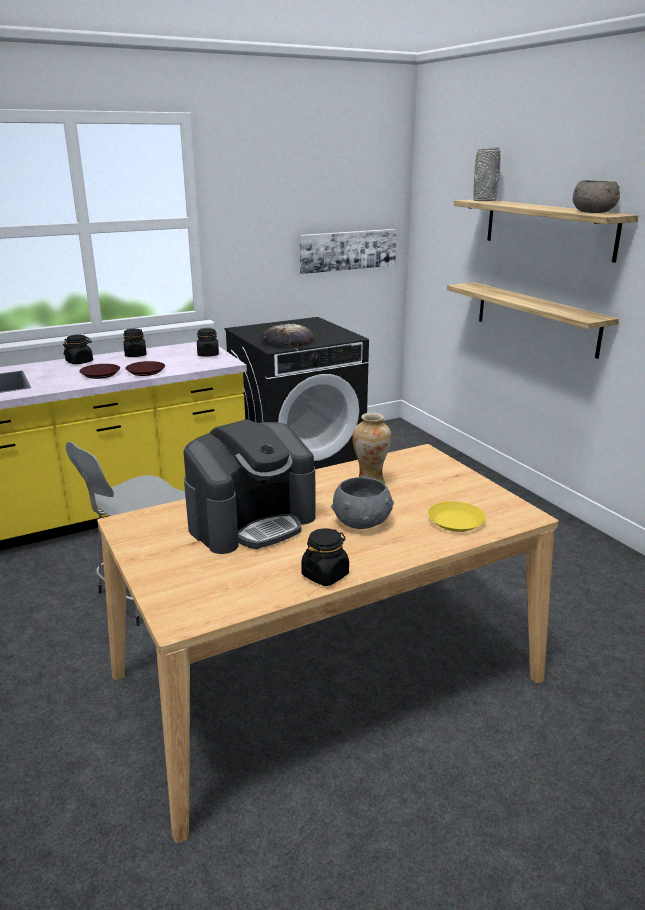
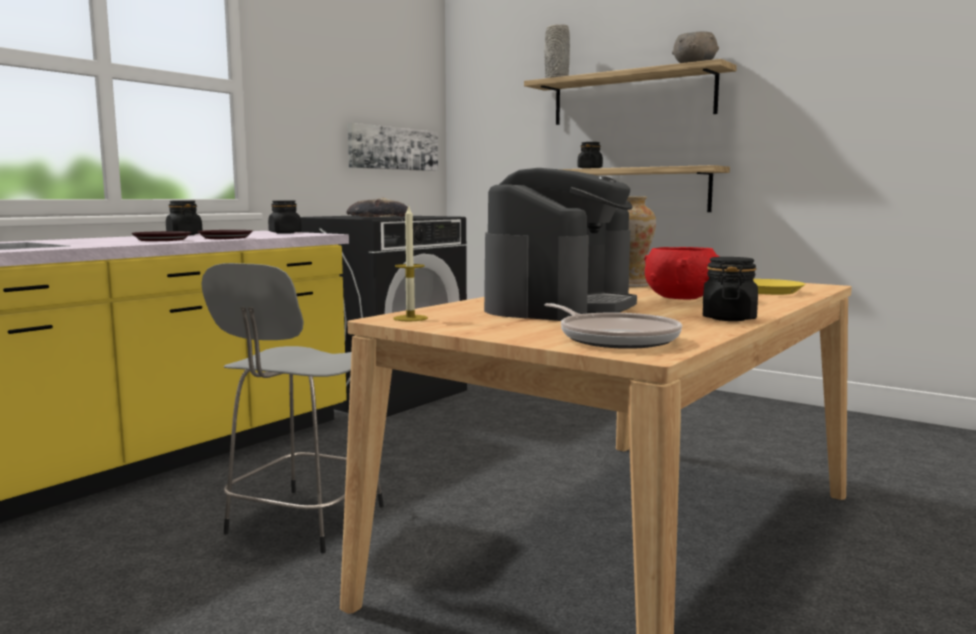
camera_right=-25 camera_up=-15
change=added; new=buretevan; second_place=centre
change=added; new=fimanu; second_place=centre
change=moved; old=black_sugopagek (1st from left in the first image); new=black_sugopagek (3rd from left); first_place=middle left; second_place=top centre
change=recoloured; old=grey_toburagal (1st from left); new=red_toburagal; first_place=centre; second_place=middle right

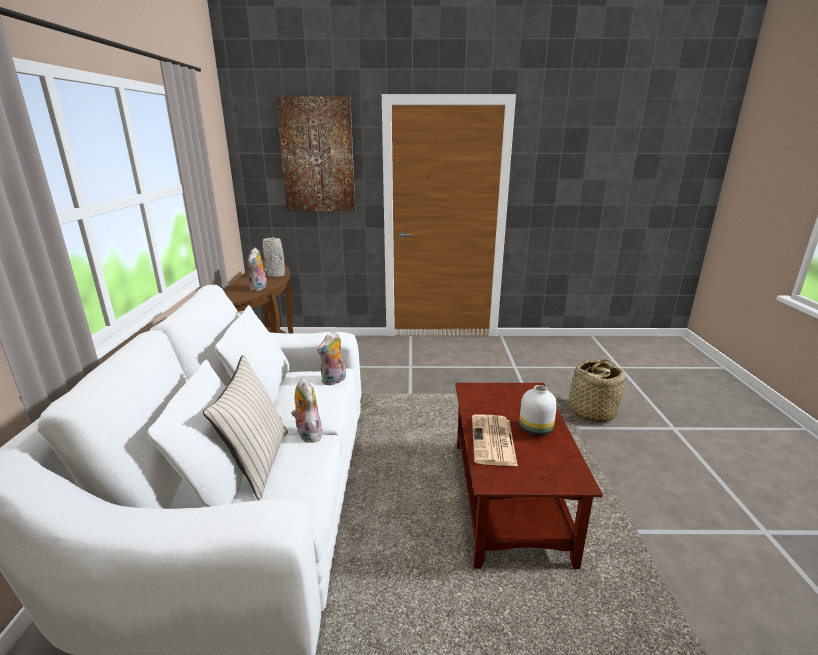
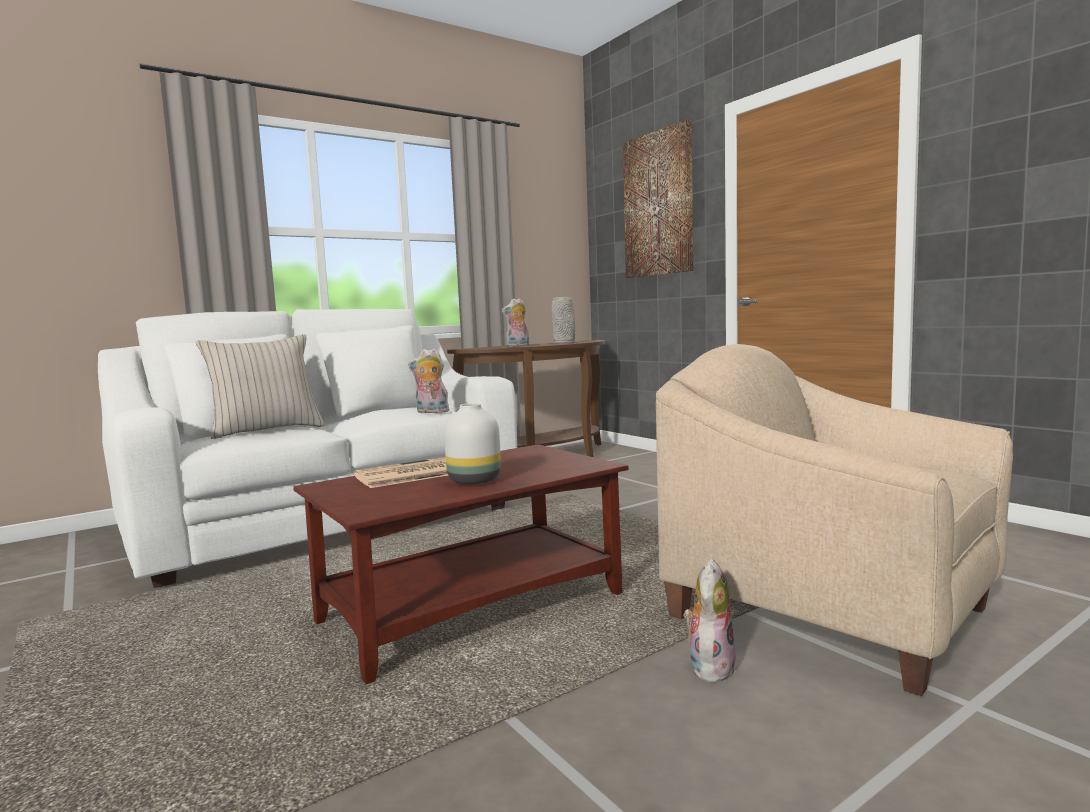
camera_right=55 camera_up=-15
change=replaced; old=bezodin; new=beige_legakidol; first_place=middle right; second_place=middle right
change=moved; old=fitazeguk (2nd from left in the first image); new=fitazeguk (3rd from left); first_place=centre; second_place=bottom centre

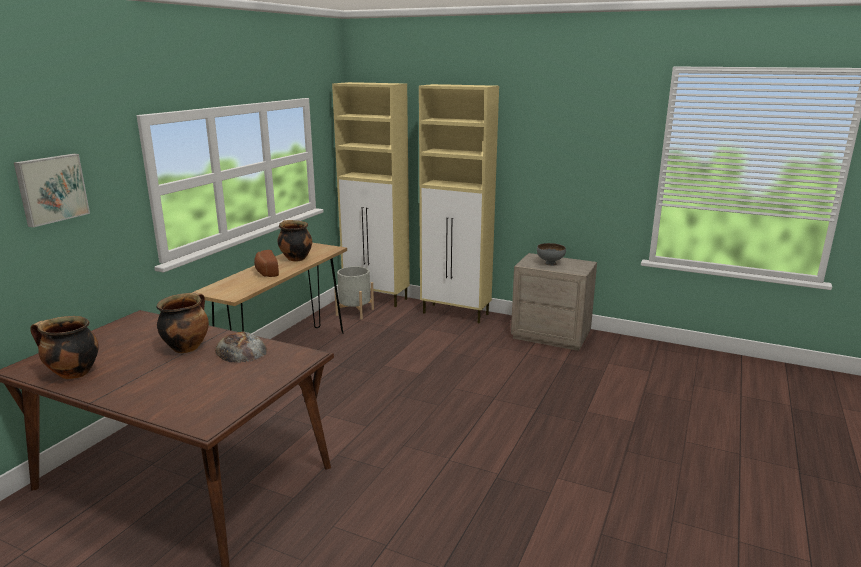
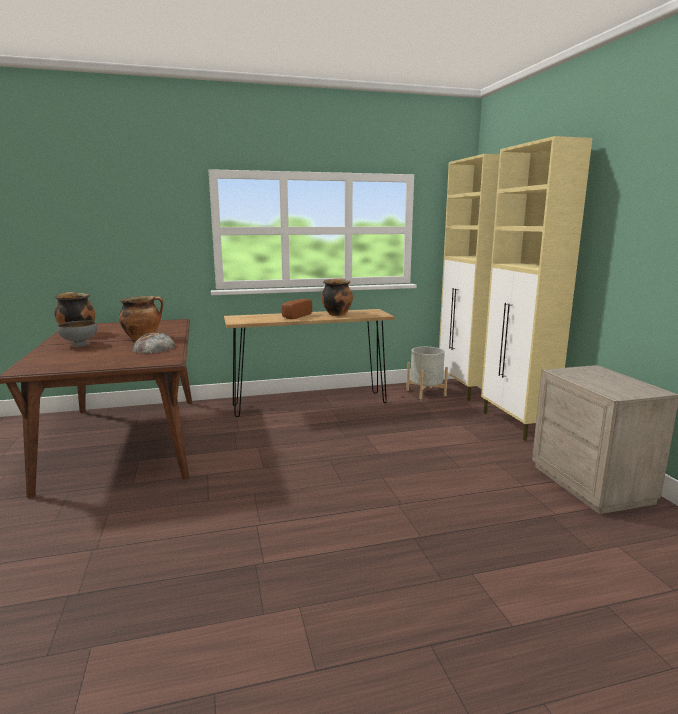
camera_right=50 camera_up=-5
change=moved; old=grey_toburagal; first_place=centre; second_place=middle left
change=removed; old=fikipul; first_place=middle left

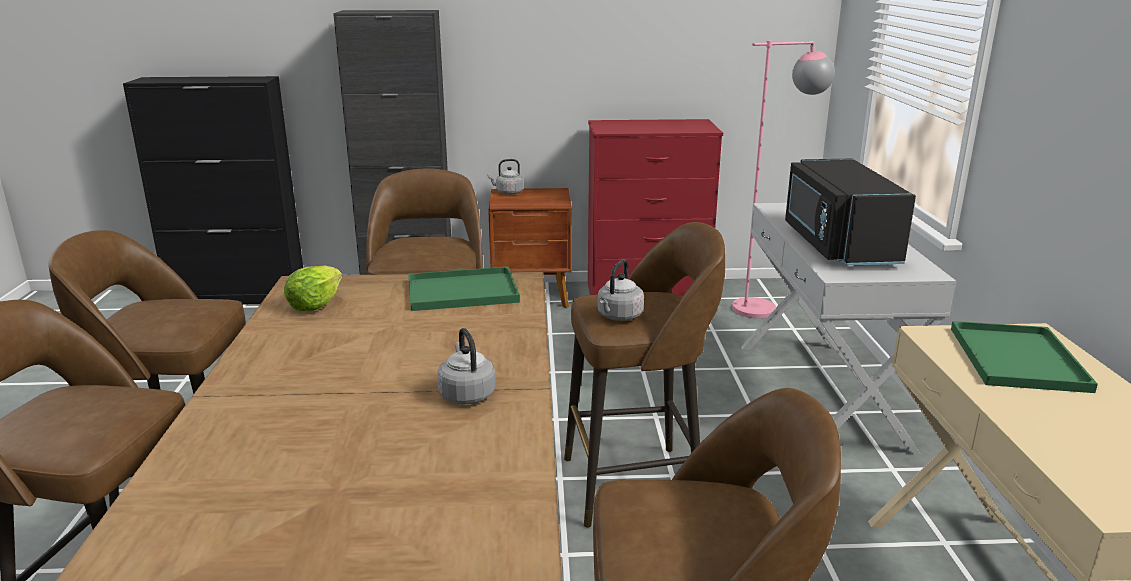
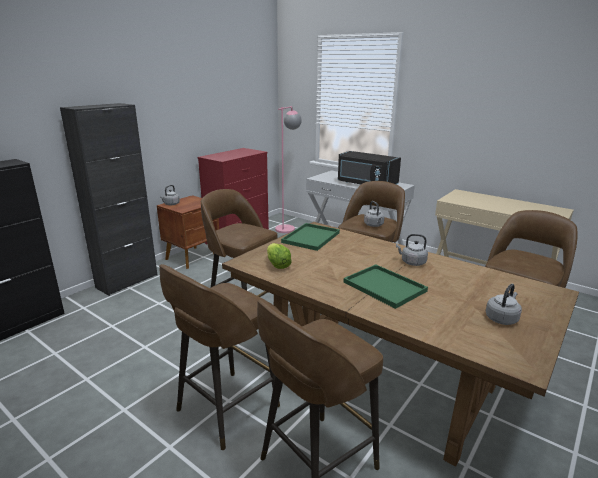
camera_right=-50 camera_up=0
change=moved; old=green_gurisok (2nd from left); first_place=middle right; second_place=centre
change=added; new=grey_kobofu (4th from left); second_place=middle right

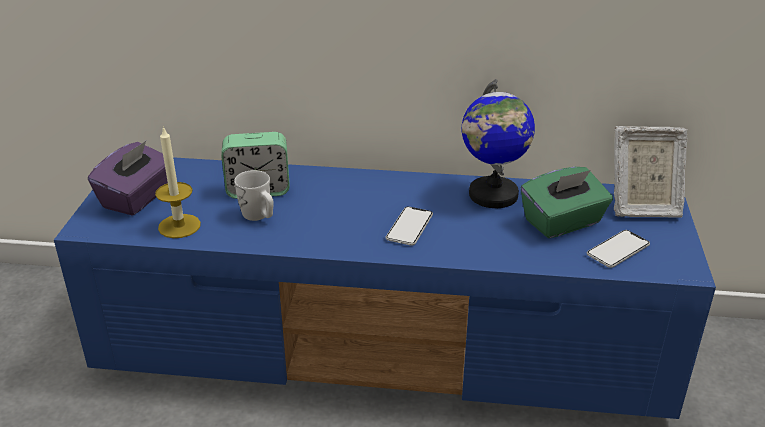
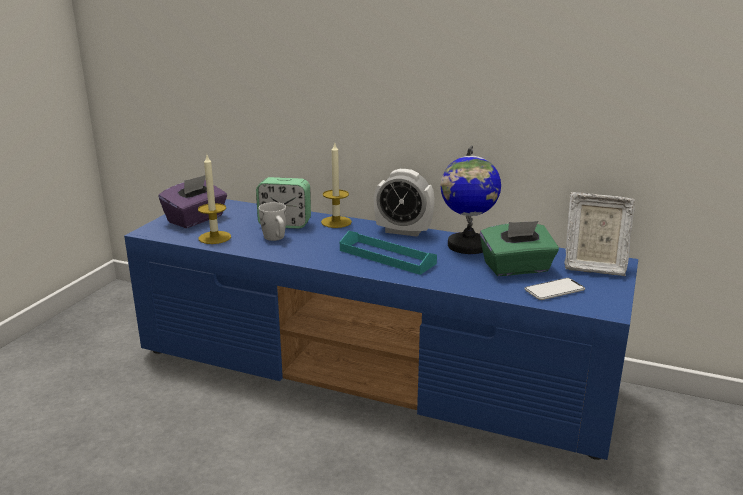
camera_right=15 camera_up=-10
change=added; new=buretevan (2nd from left); second_place=centre
change=replaced; old=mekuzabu (1st from left); new=turquoise_gurisok; first_place=centre; second_place=centre
change=added; new=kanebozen (2nd from left); second_place=centre

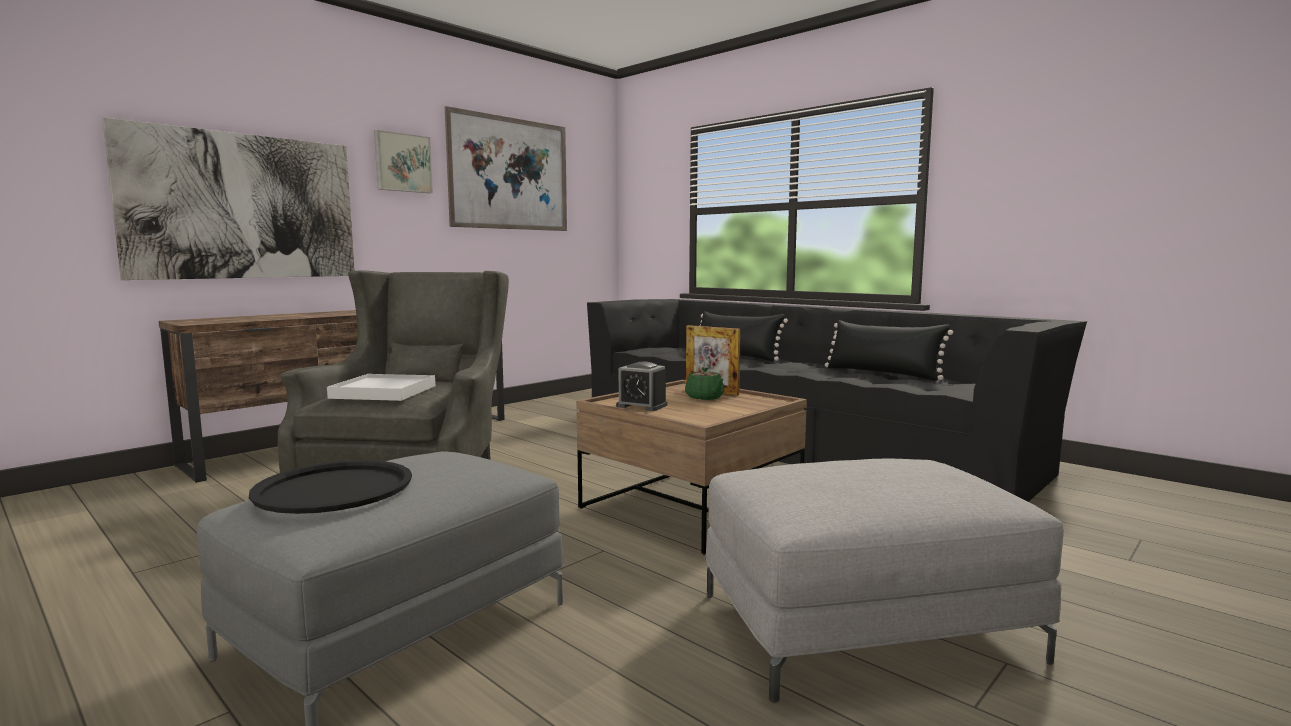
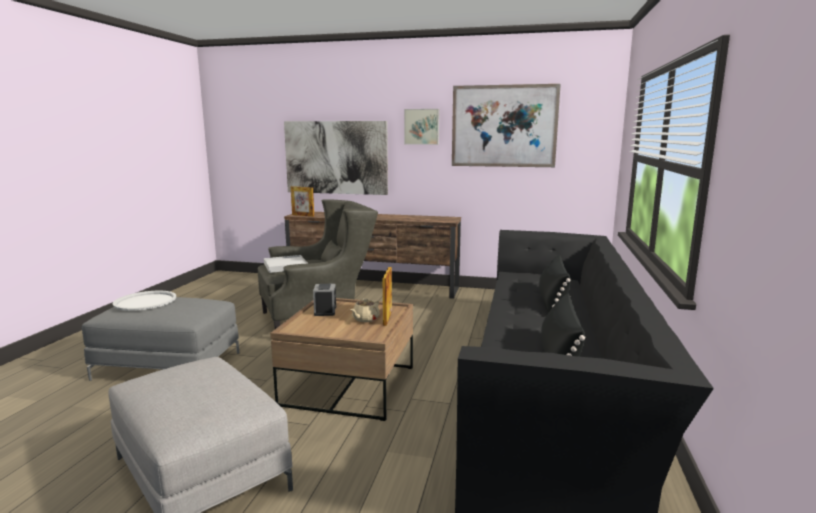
camera_right=60 camera_up=5
change=recoloured; old=black_gurisok; new=white_gurisok (1st from left); first_place=bottom left; second_place=middle left
change=added; new=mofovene (1st from left); second_place=centre
change=recoloured; old=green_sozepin; new=beige_sozepin; first_place=centre; second_place=centre

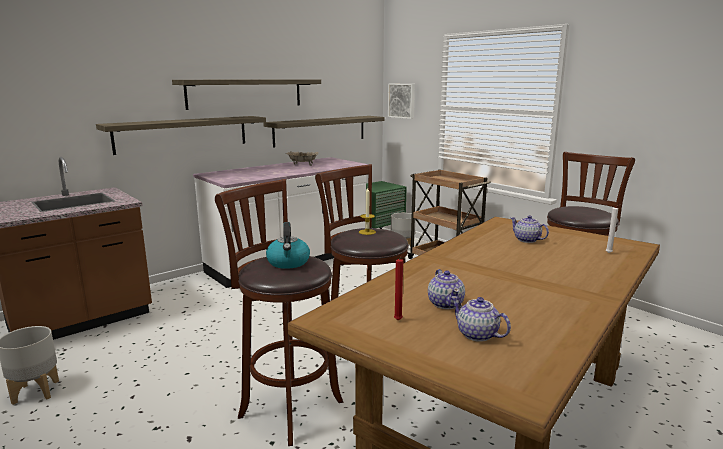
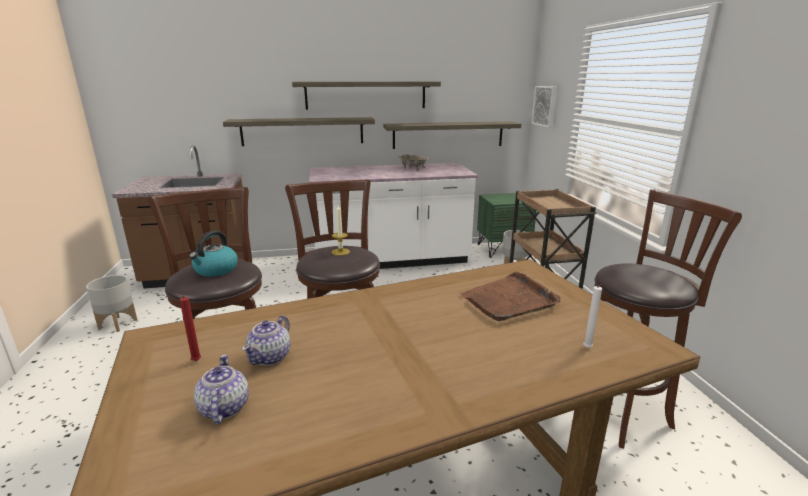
camera_right=30 camera_up=5
change=replaced; old=sozepin (3rd from left); new=brown_gurisok; first_place=middle right; second_place=centre

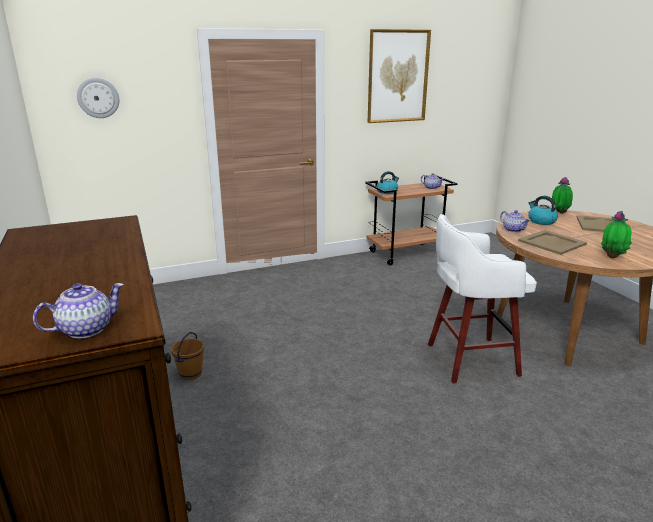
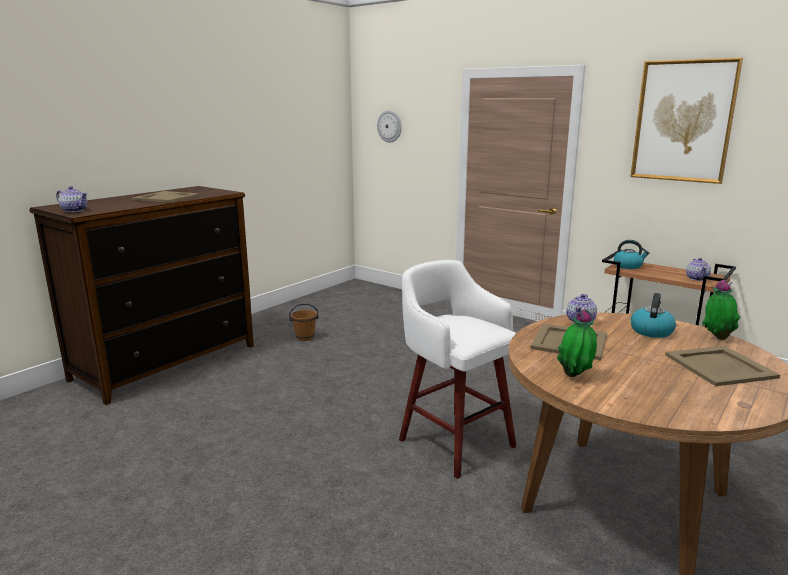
camera_right=60 camera_up=-5
change=added; new=beige_gurisok (1st from left); second_place=middle left

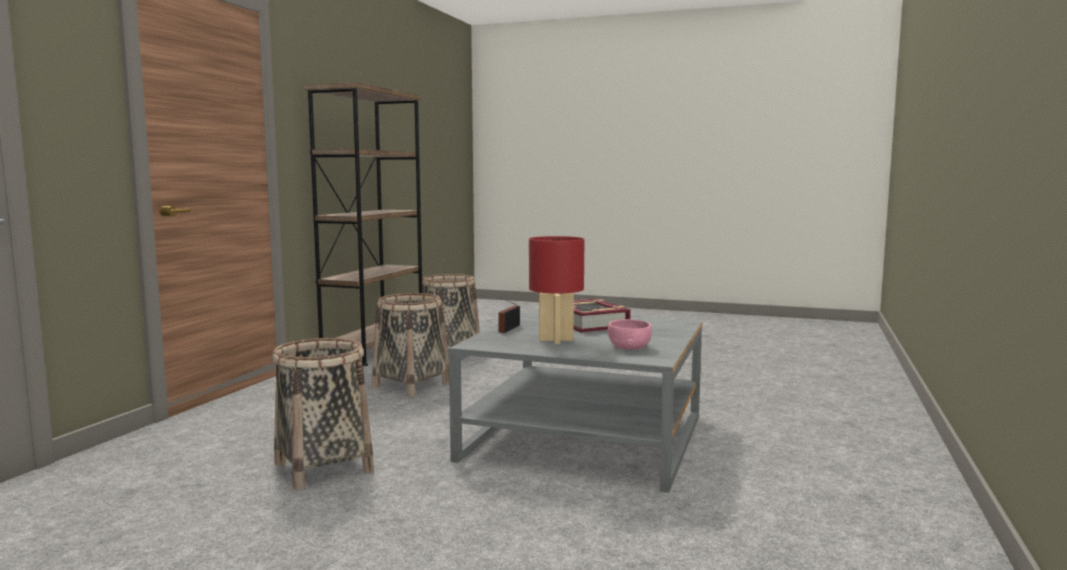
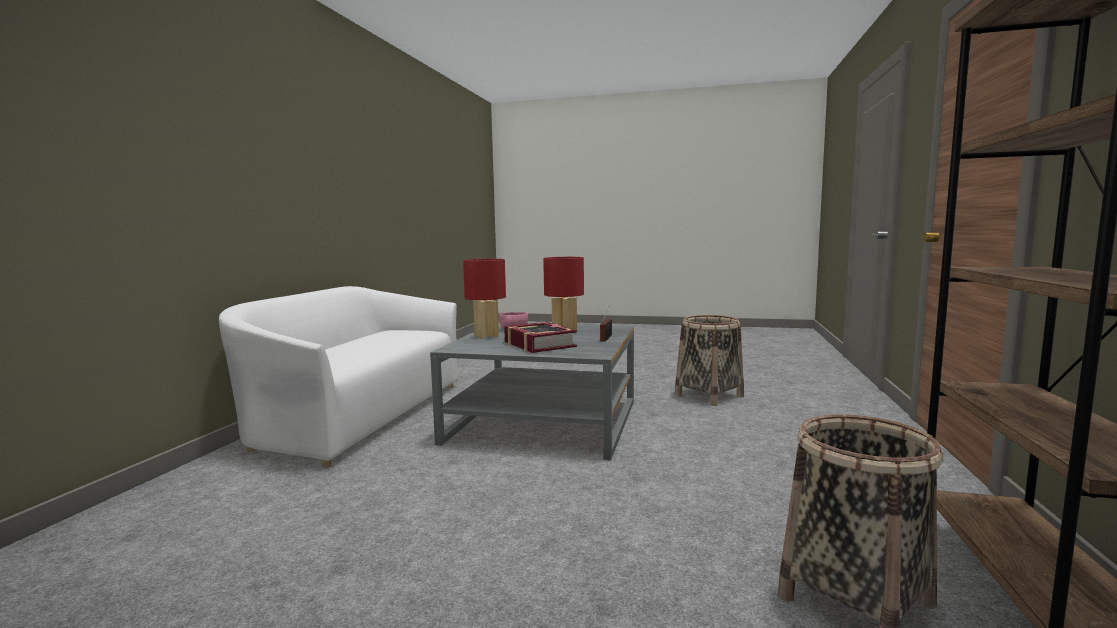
camera_right=175 camera_up=0
change=added; new=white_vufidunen; second_place=middle left
change=added; new=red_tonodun (1st from left); second_place=centre
change=removed; old=bezodin (2nd from left); first_place=centre

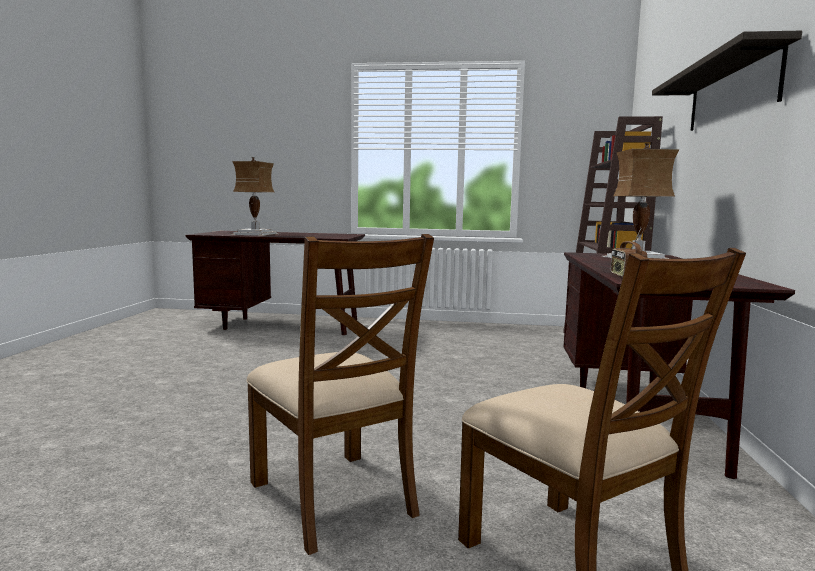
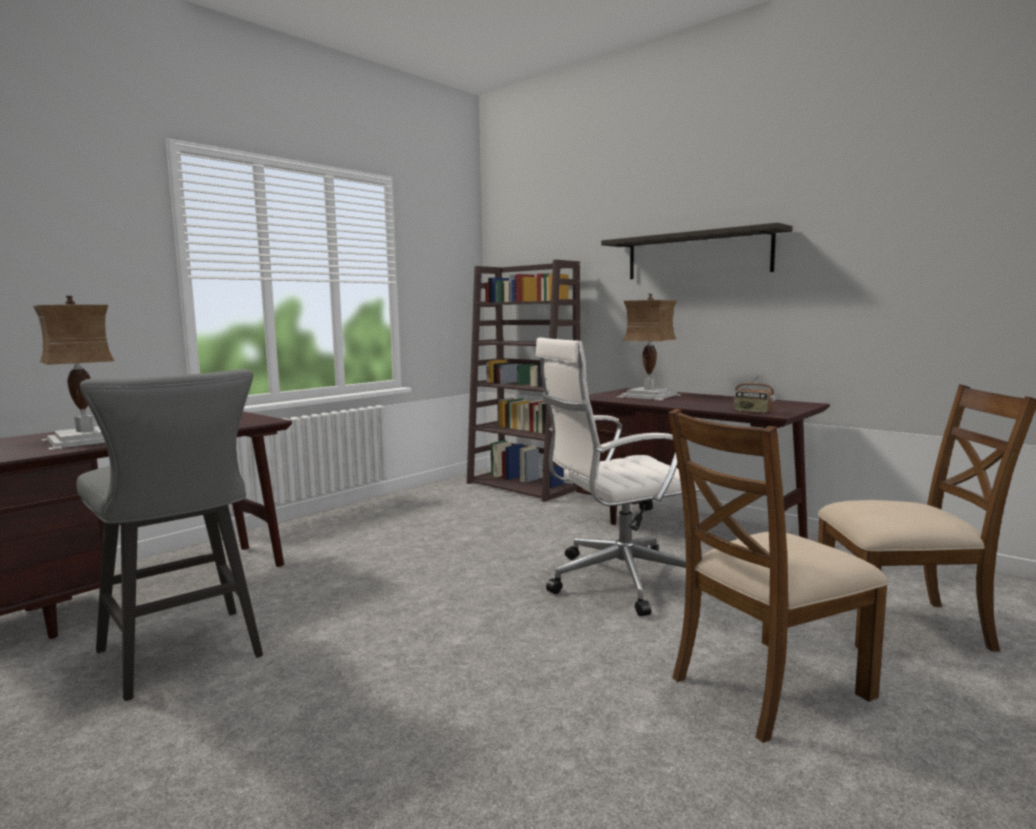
camera_right=-55 camera_up=0
change=added; new=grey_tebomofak; second_place=middle left
change=added; new=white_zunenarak; second_place=centre
change=turned; old=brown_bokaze (1st from left); first_place=bottom centre; second_place=bottom right; degrees=150

